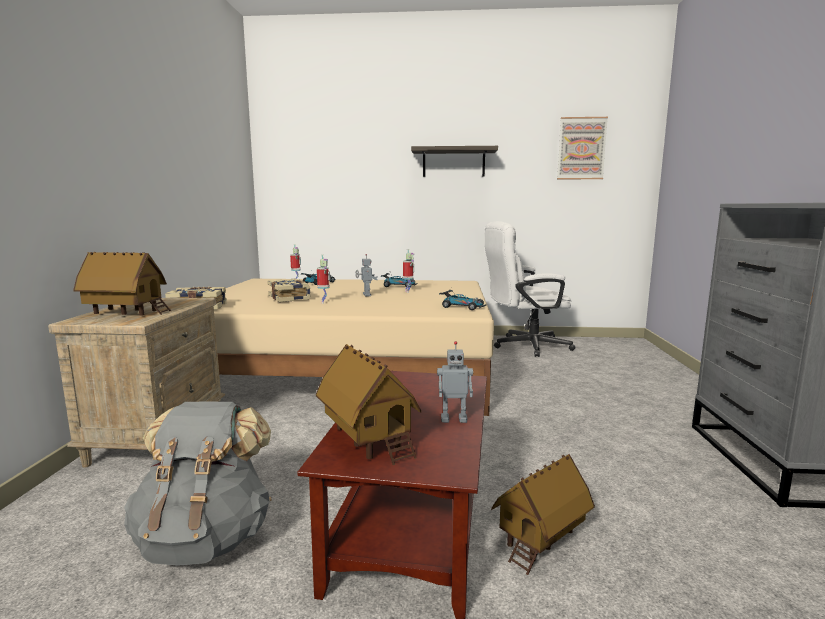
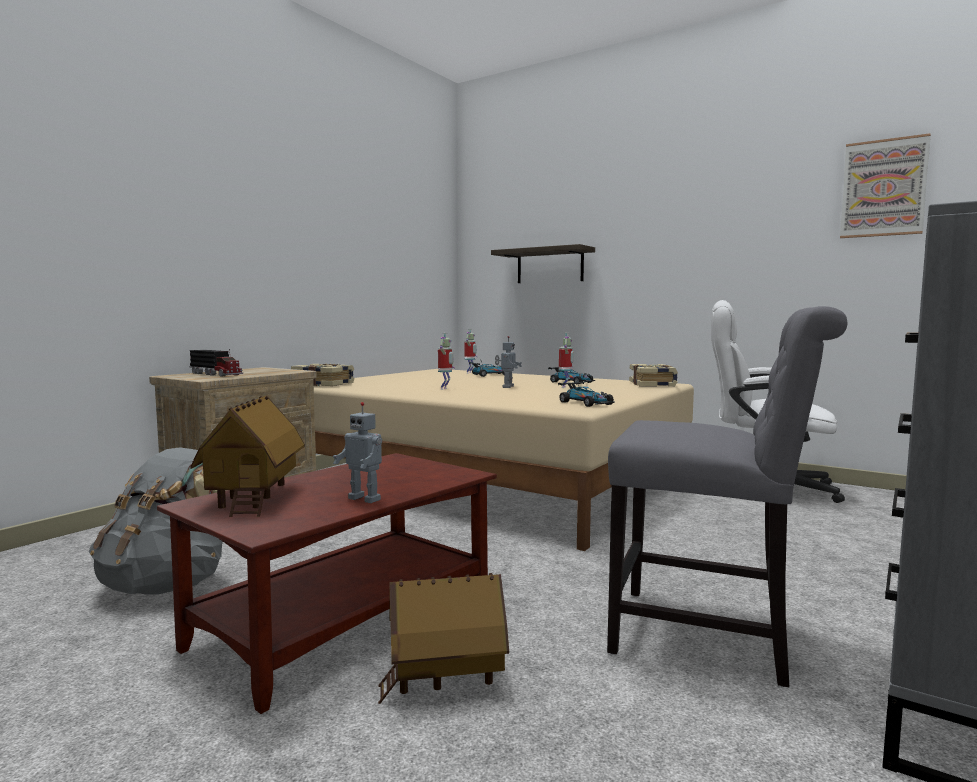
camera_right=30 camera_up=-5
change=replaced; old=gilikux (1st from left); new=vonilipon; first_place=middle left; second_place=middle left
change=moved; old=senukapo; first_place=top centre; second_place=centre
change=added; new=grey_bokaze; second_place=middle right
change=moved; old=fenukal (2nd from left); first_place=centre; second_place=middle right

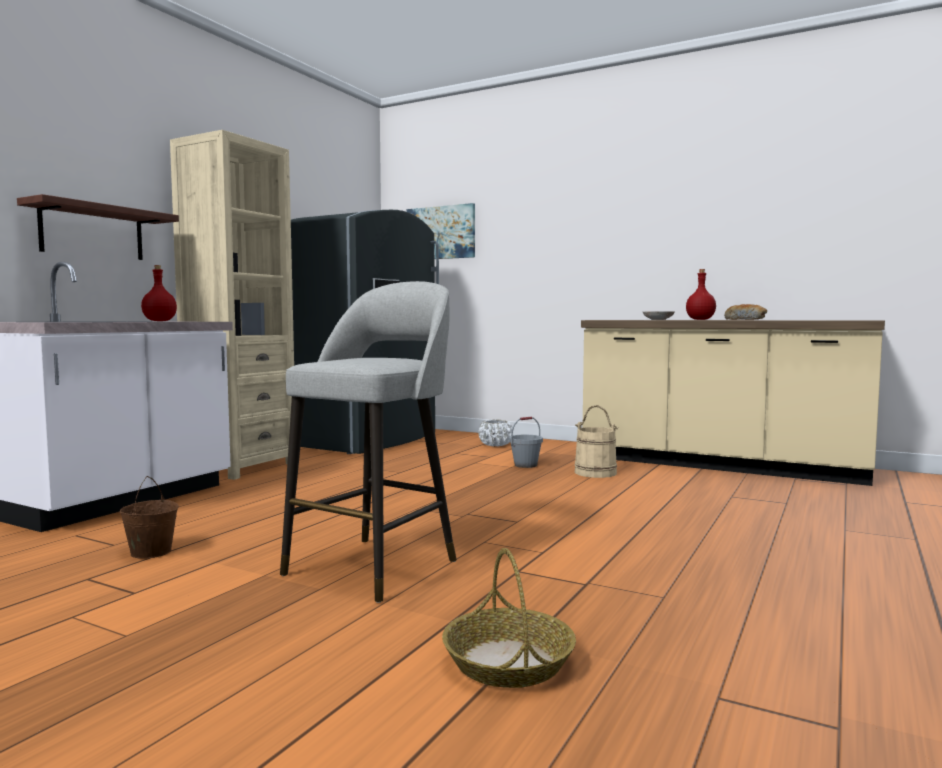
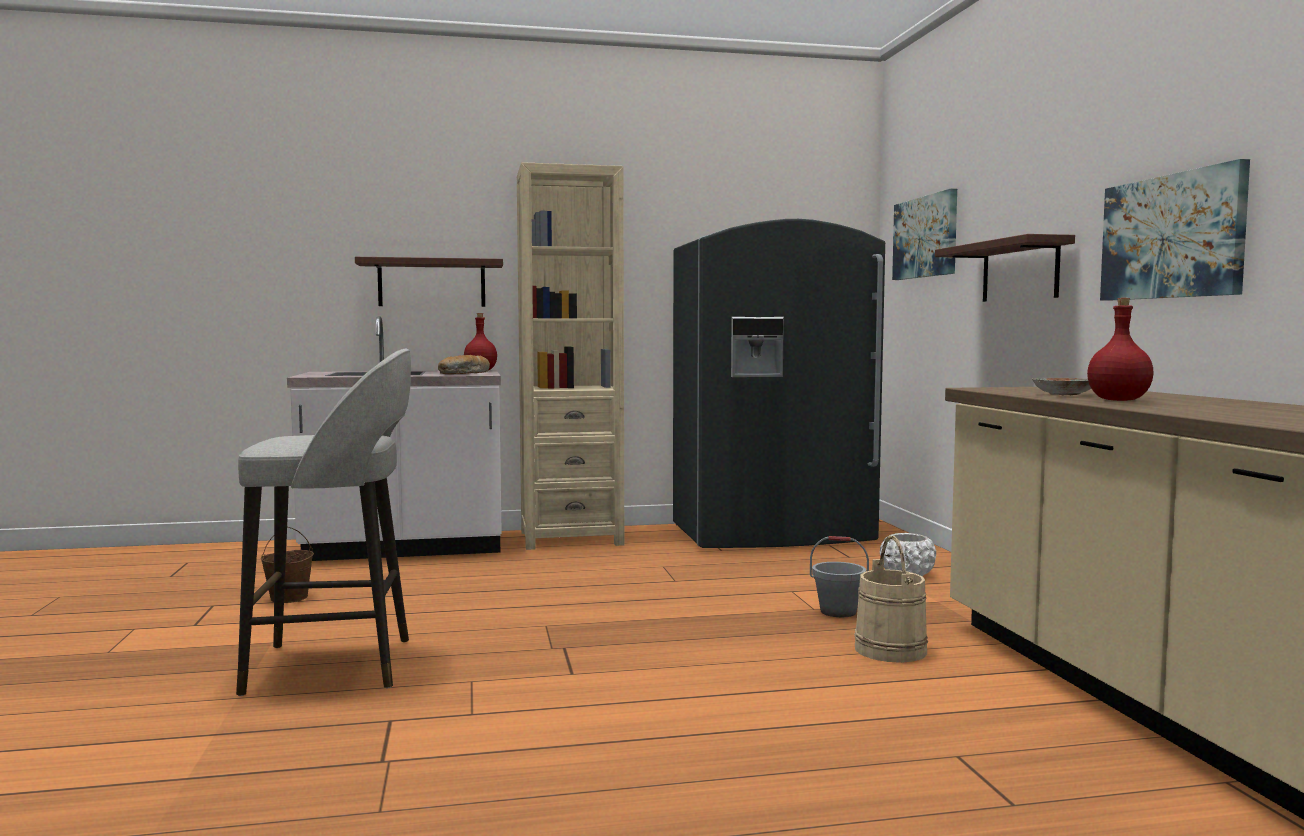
camera_right=50 camera_up=0
change=moved; old=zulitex; first_place=middle right; second_place=centre
change=added; new=senukapo (2nd from left); second_place=top right
change=added; new=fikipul (2nd from left); second_place=top right
change=removed; old=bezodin; first_place=bottom centre

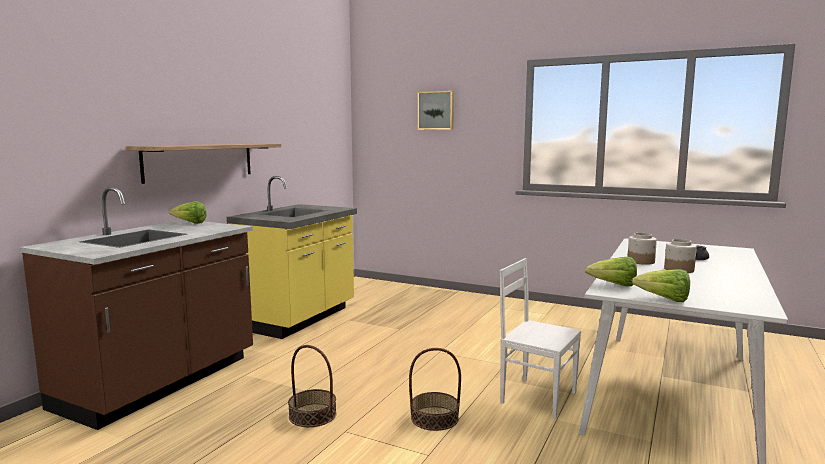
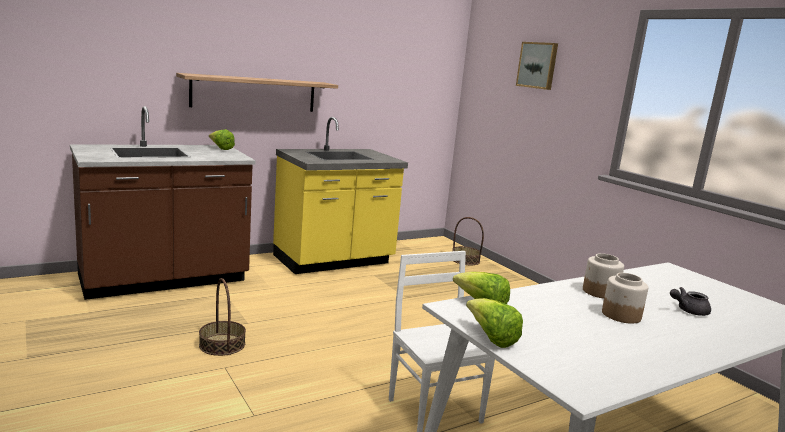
camera_right=30 camera_up=5
change=moved; old=bezodin (2nd from left); first_place=bottom centre; second_place=centre

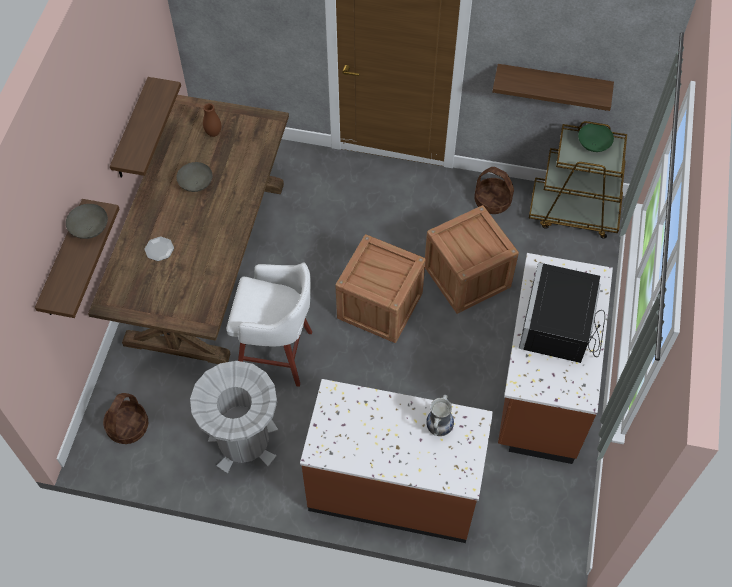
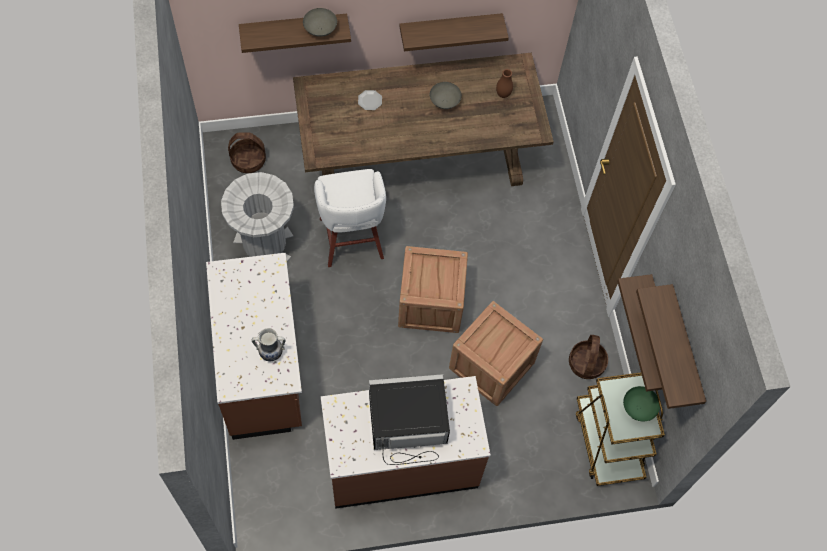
camera_right=65 camera_up=5
change=added; new=senukapo (4th from left); second_place=middle right

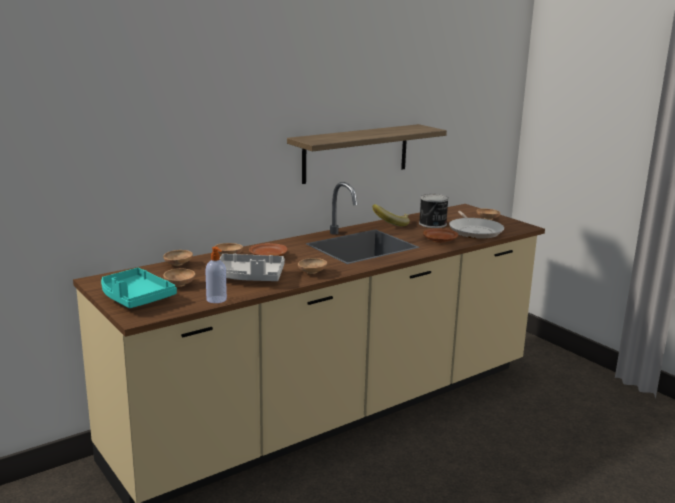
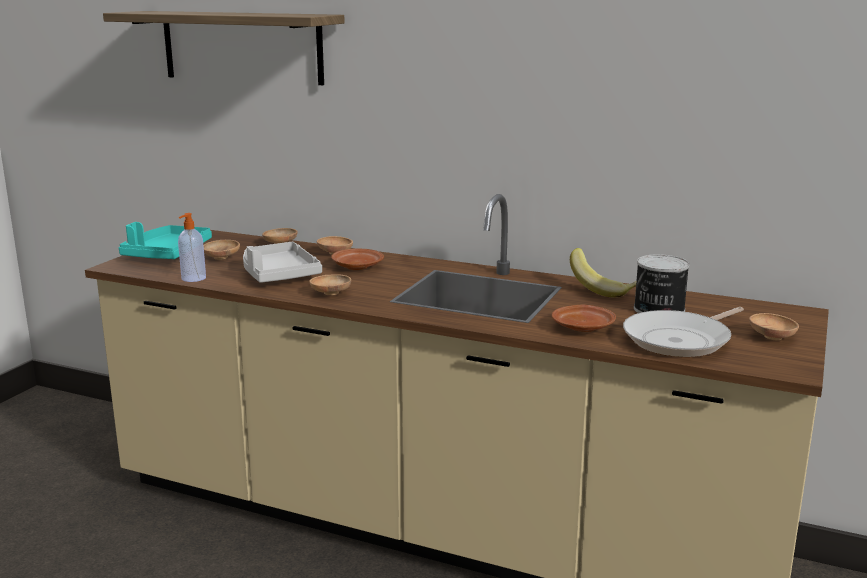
camera_right=60 camera_up=0
change=moved; old=senukapo; first_place=top centre; second_place=top left

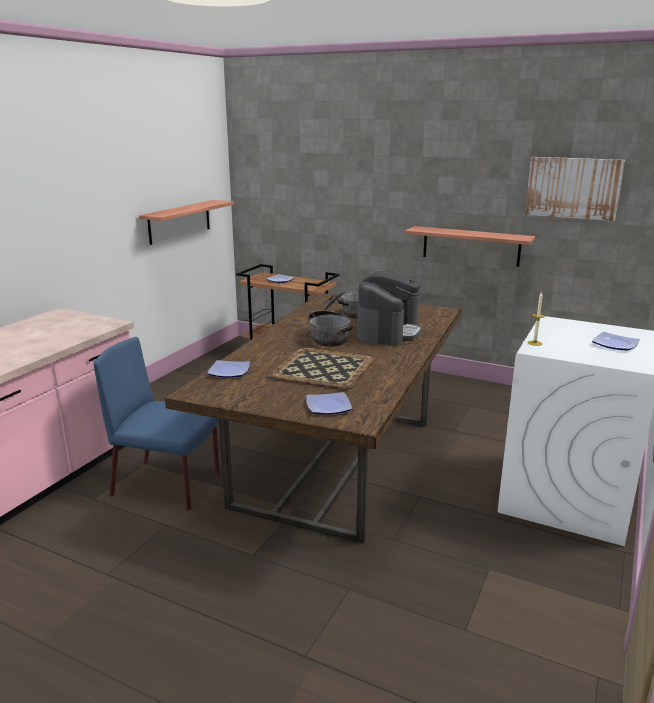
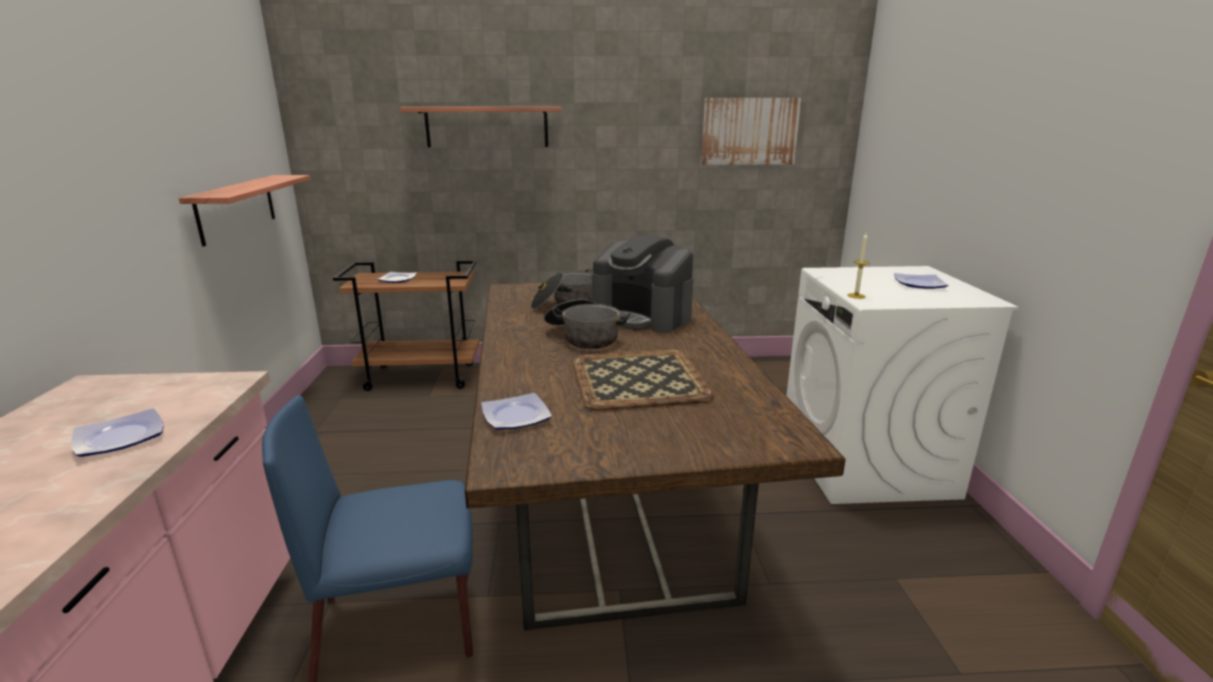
camera_right=-30 camera_up=0
change=moved; old=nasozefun (3rd from left in the first image); new=nasozefun (1st from left); first_place=centre; second_place=middle left
change=moved; old=senukapo (2nd from left); first_place=middle right; second_place=top centre
change=turned; old=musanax; first_place=centre; second_place=centre; degrees=135

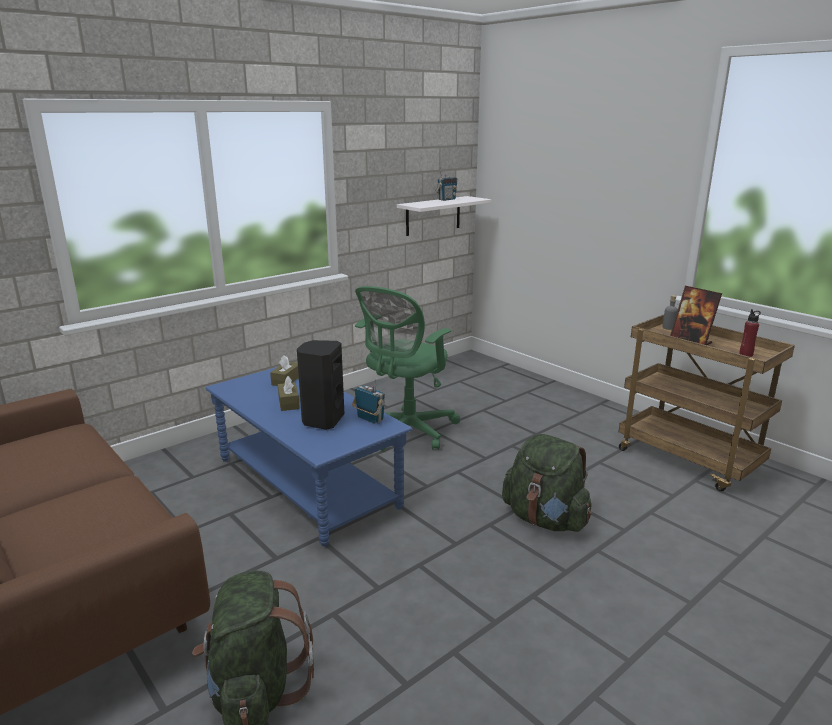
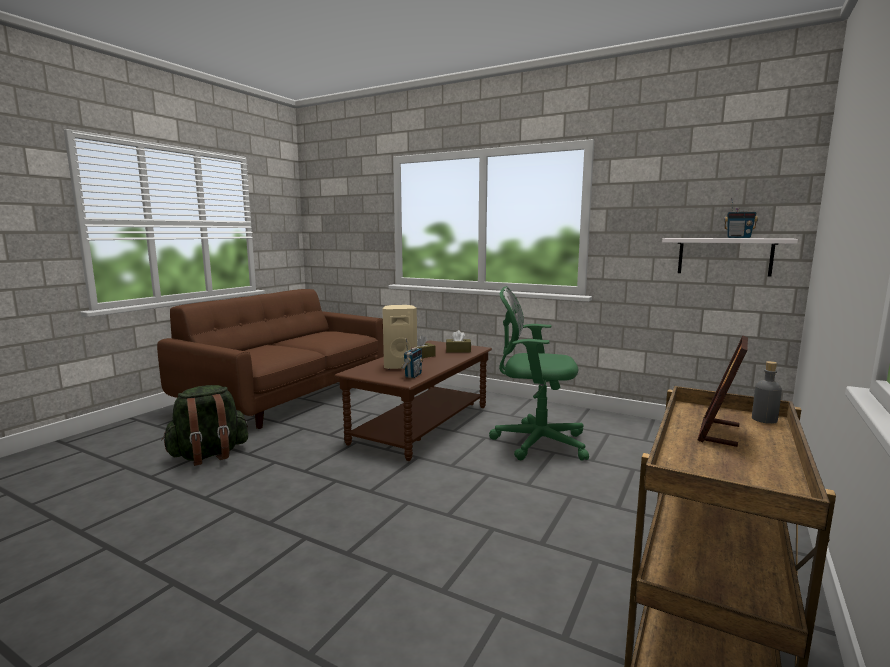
camera_right=70 camera_up=-10
change=recoloured; old=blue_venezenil; new=brown_venezenil; first_place=centre; second_place=centre
change=recoloured; old=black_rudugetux; new=beige_rudugetux; first_place=centre; second_place=centre
change=removed; old=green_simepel (2nd from left); first_place=centre
change=removed; old=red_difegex; first_place=middle right

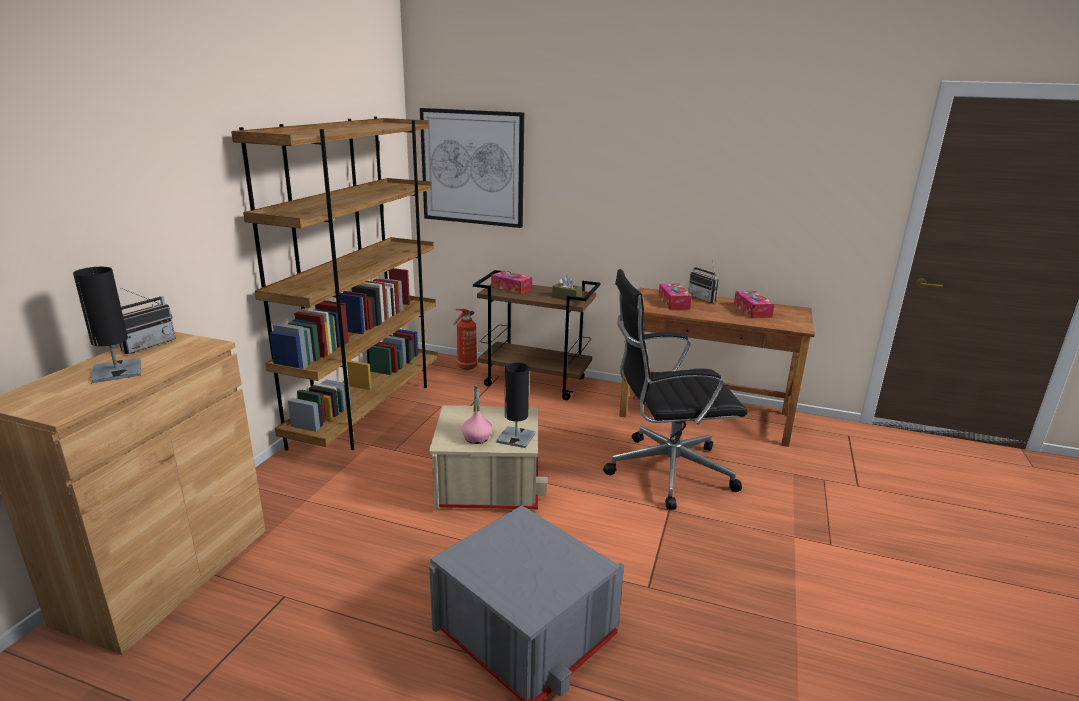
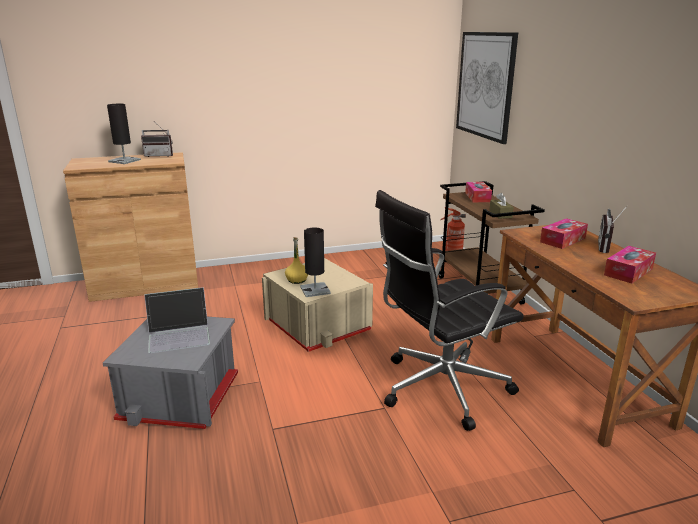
camera_right=55 camera_up=0
change=added; new=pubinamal; second_place=middle left
change=recoloured; old=pink_difegex; new=yellow_difegex; first_place=centre; second_place=centre
change=turned; old=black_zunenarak; first_place=centre; second_place=centre; degrees=-75
change=removed; old=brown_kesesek; first_place=middle left

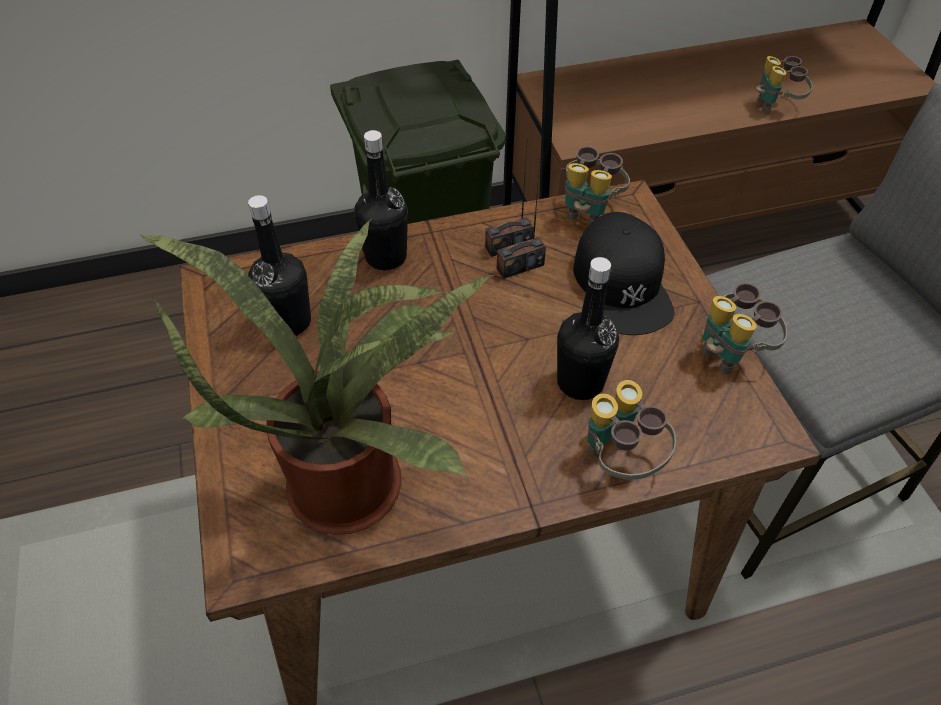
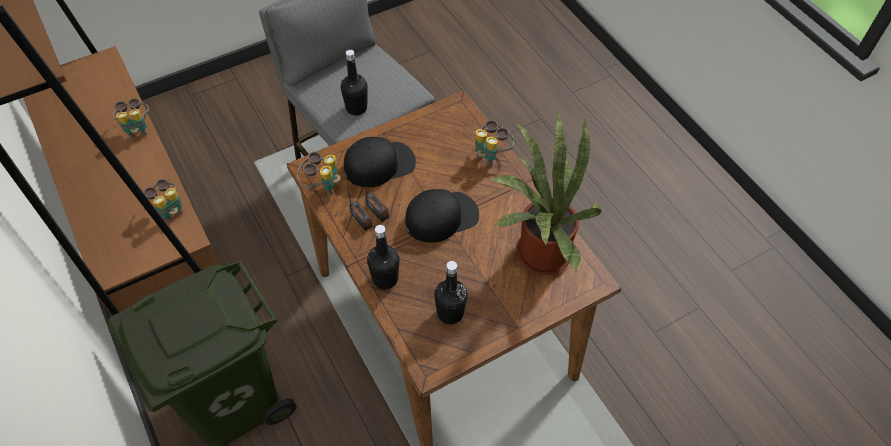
camera_right=-105 camera_up=5
change=moved; old=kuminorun (3rd from left in the first image); new=kuminorun (2nd from left); first_place=middle right; second_place=middle left
change=moved; old=black_difegex (3rd from left in the first image); new=black_difegex (1st from left); first_place=centre; second_place=top centre
change=added; new=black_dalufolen (2nd from left); second_place=centre

